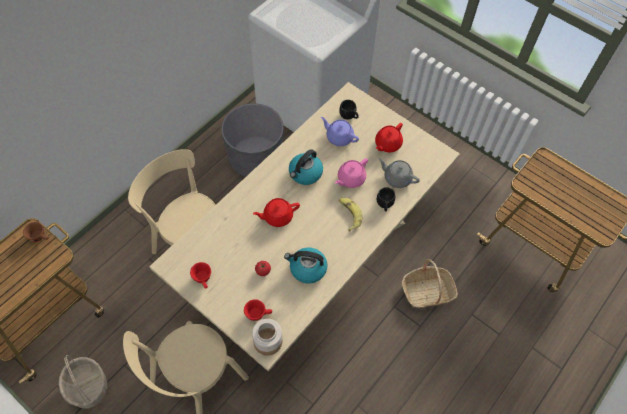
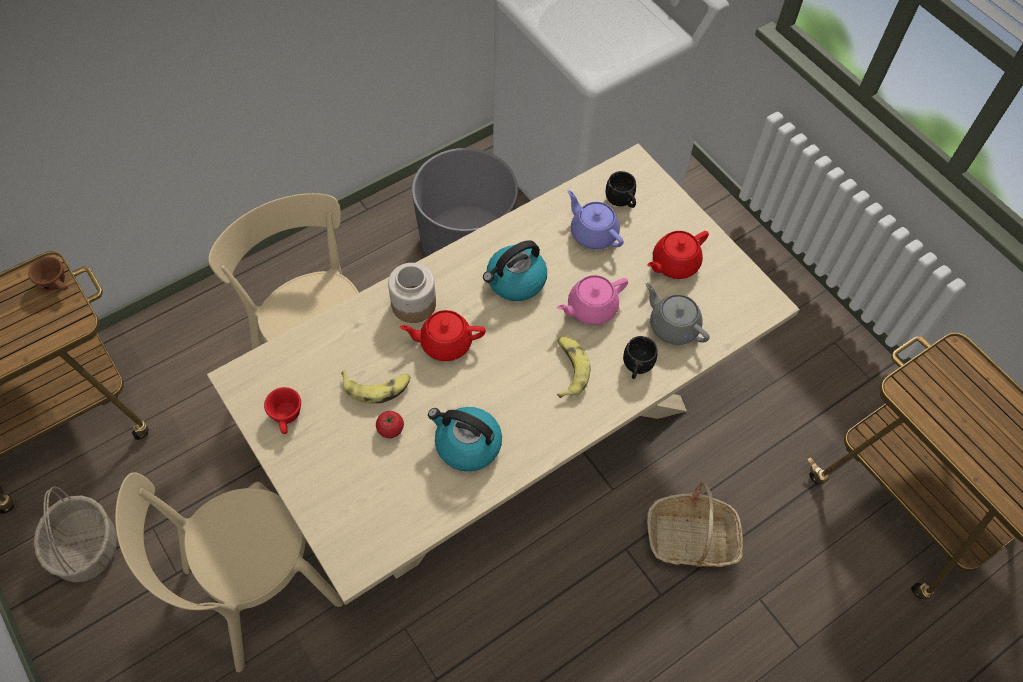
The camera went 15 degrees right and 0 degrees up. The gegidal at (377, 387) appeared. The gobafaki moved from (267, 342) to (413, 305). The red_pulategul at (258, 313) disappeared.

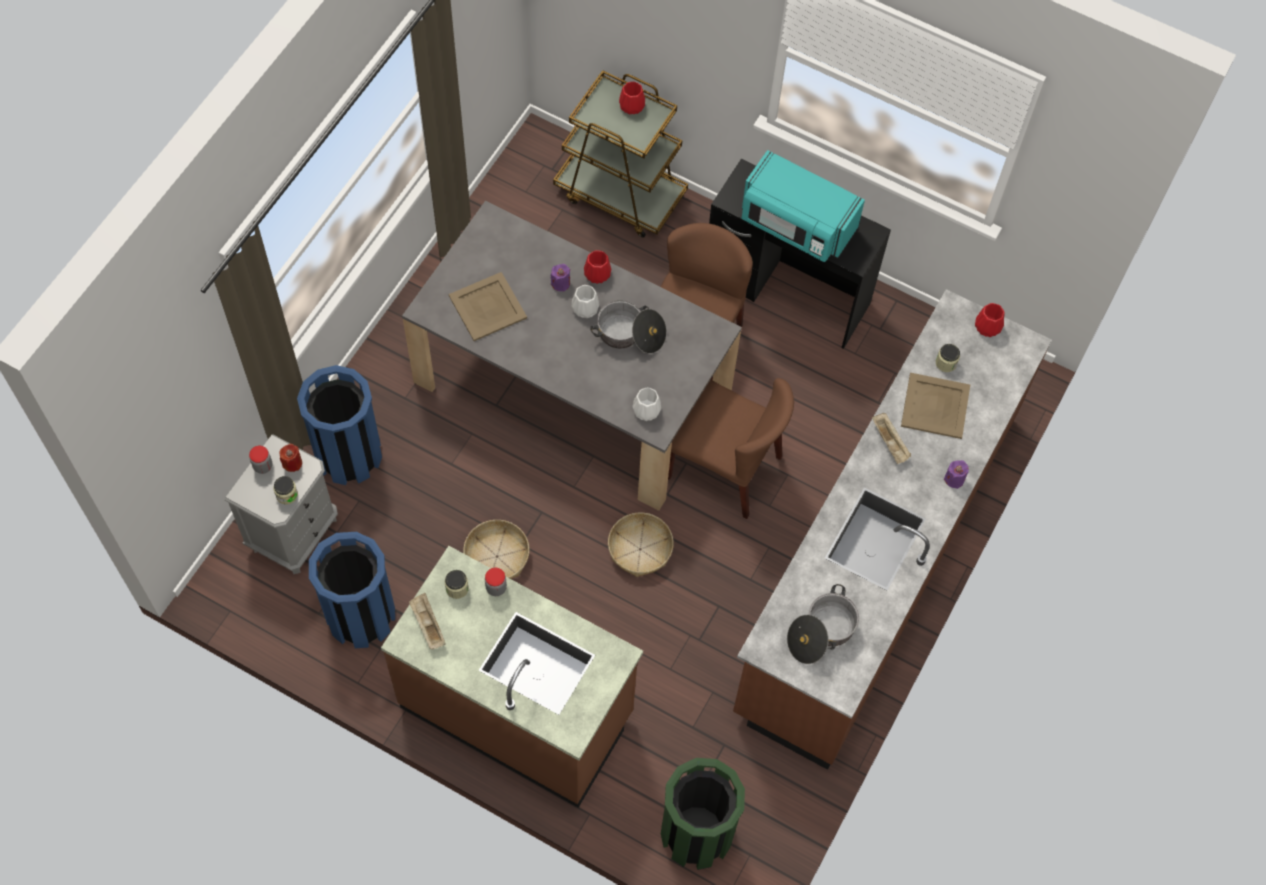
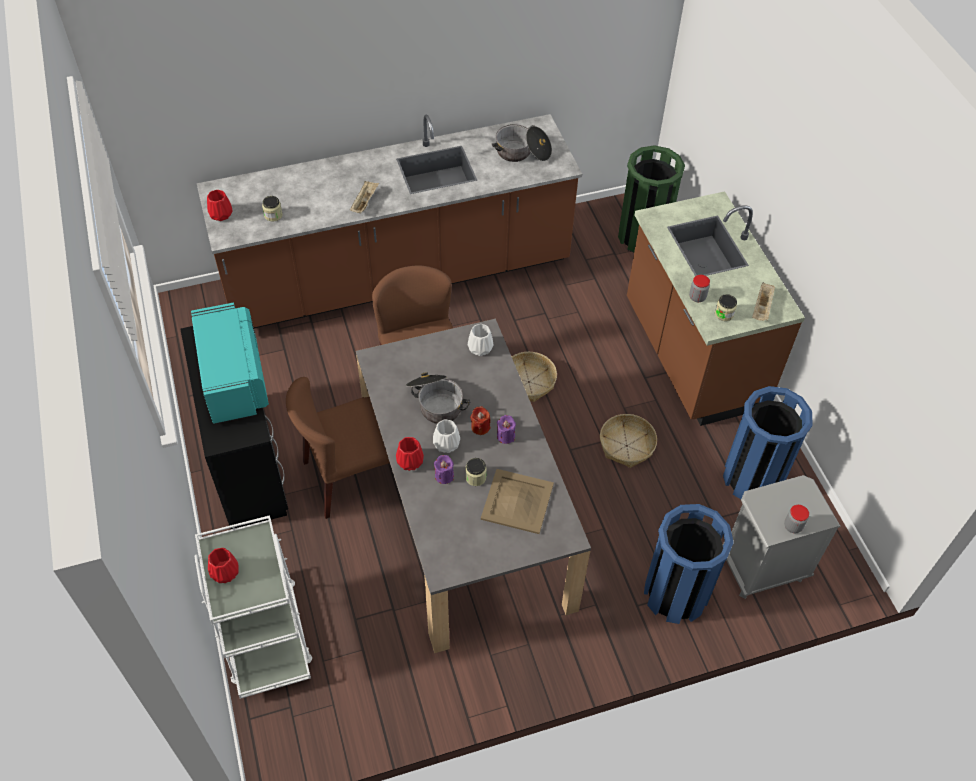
The camera went 135 degrees left and 10 degrees down. The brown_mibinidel at (620, 194) became the white_mibinidel at (265, 634). The gobafaki moved from (287, 494) to (475, 477). The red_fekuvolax moved from (292, 463) to (480, 427). The purple_fekuvolax moved from (954, 479) to (505, 436). The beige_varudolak at (936, 405) disappeared.

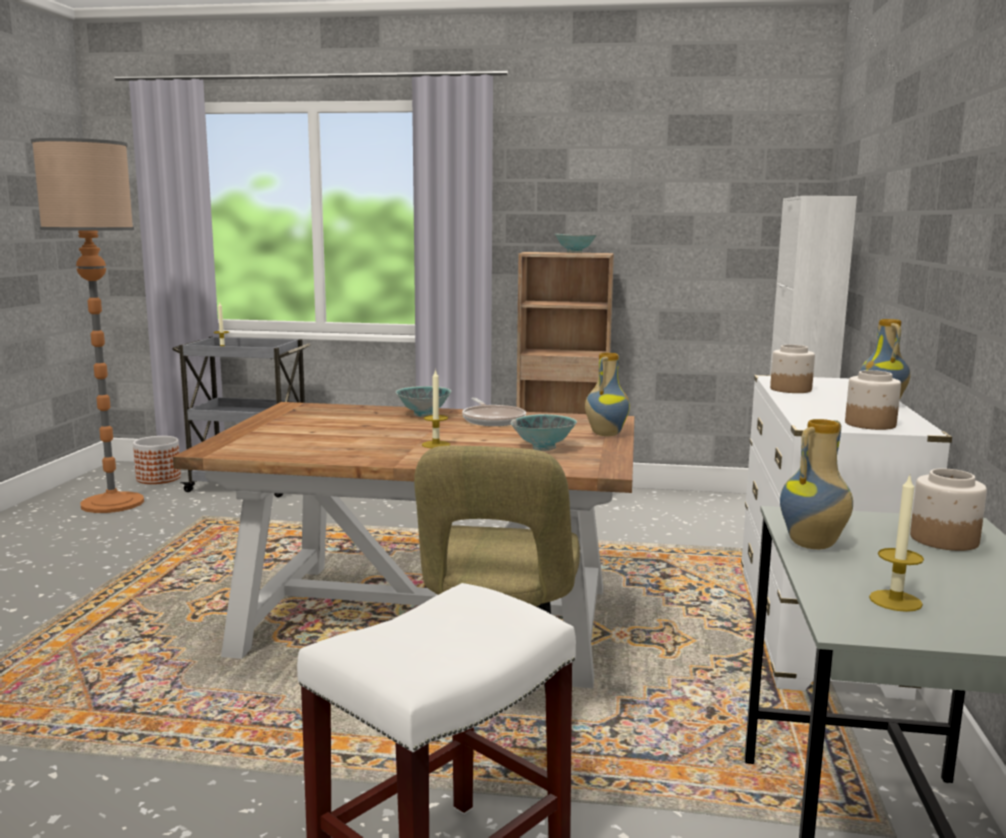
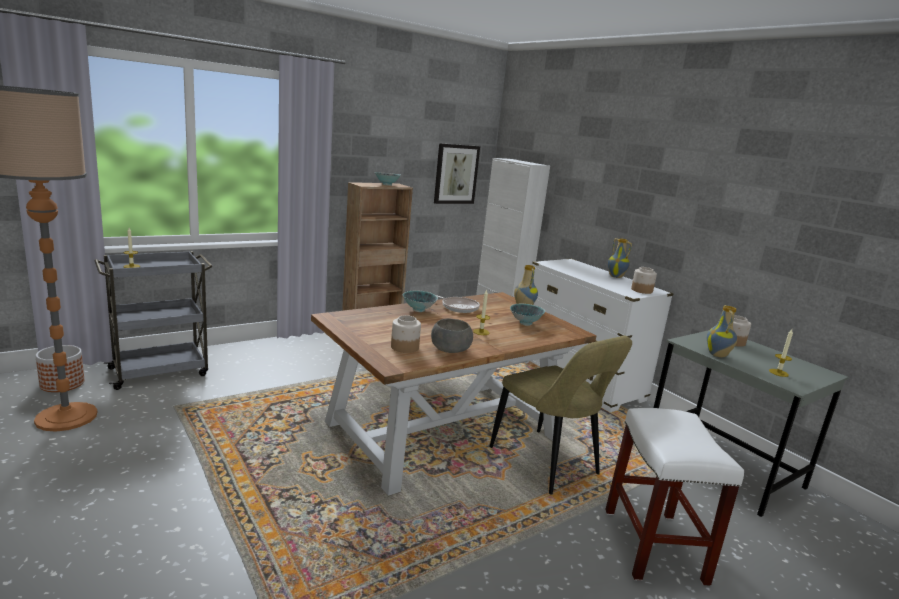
The camera went 45 degrees left and 5 degrees up. The gobafaki moved from (790, 389) to (404, 347). The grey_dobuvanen at (450, 349) appeared. The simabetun at (456, 174) appeared.

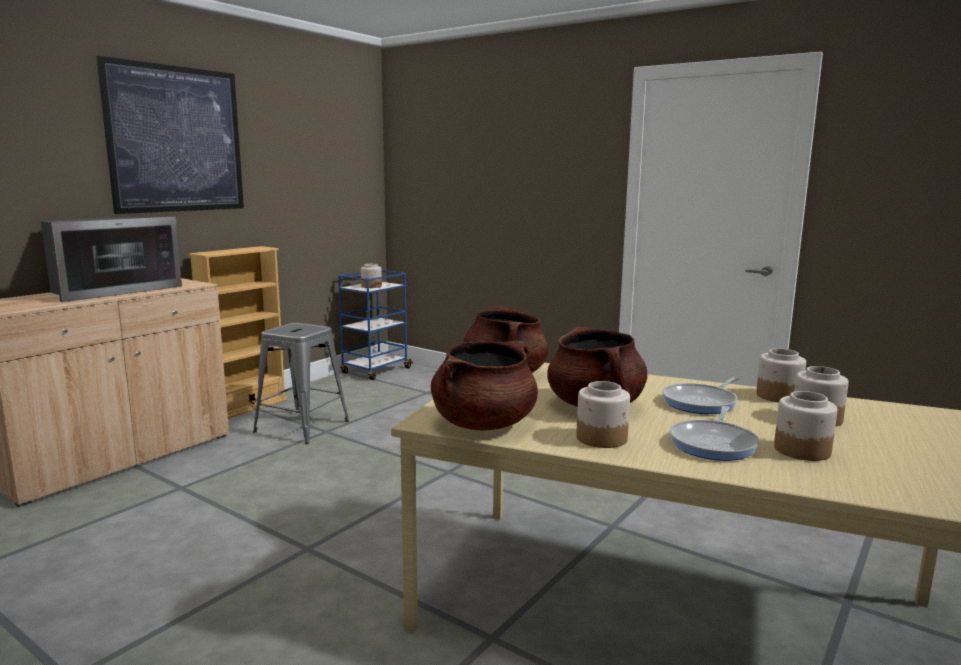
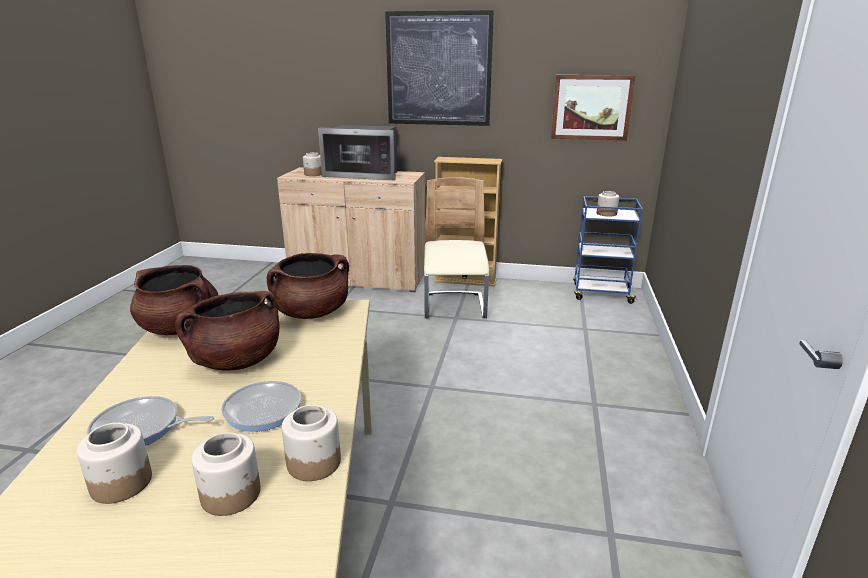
The camera went 65 degrees right and 10 degrees up. The gobafaki moved from (602, 438) to (314, 174). The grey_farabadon at (302, 426) was replaced by the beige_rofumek at (454, 307). The simabetun at (591, 107) appeared.

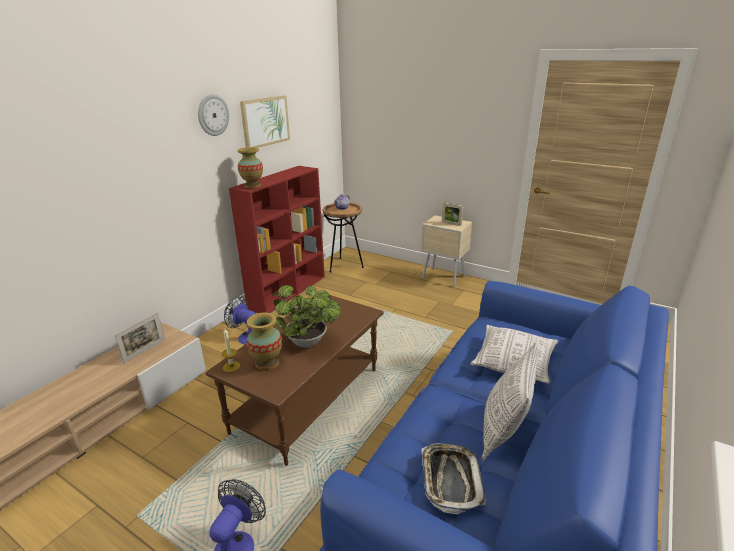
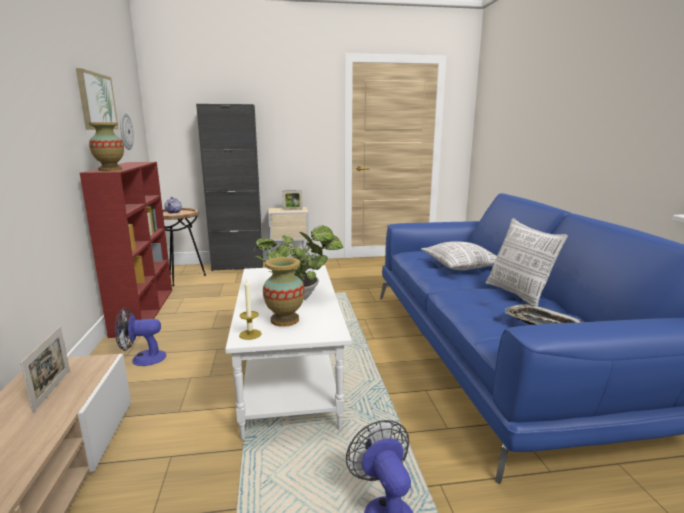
The camera went 40 degrees left and 10 degrees down. The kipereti moved from (213, 115) to (125, 131). The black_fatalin at (238, 266) appeared. The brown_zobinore at (308, 400) became the white_zobinore at (290, 377).

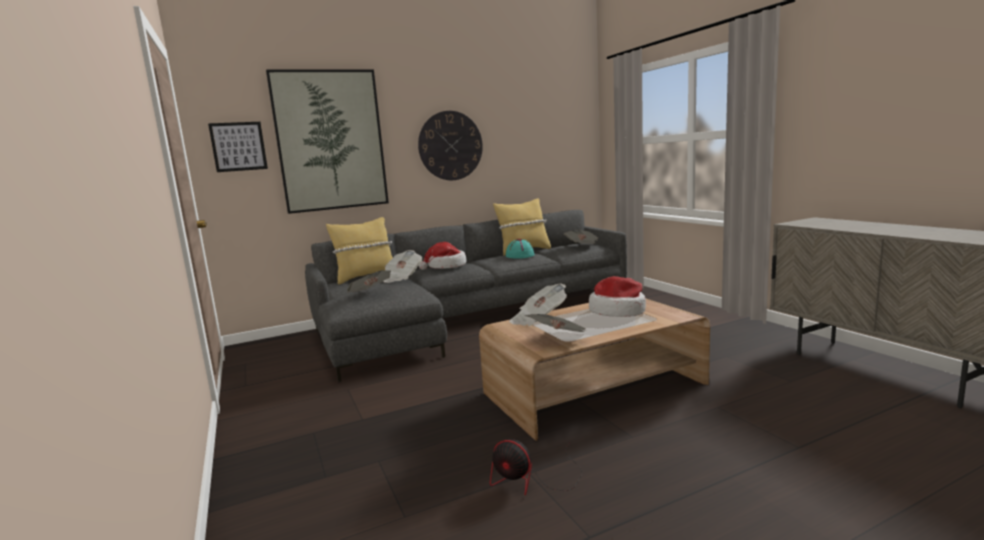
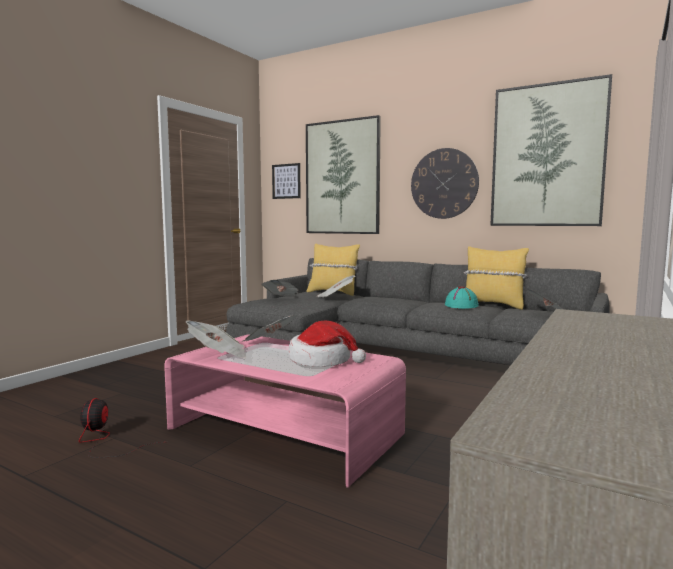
The camera went 55 degrees right and 5 degrees down. The brown_zobinore at (594, 388) became the pink_zobinore at (284, 431). The simabetun at (547, 156) appeared. The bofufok at (446, 266) disappeared.

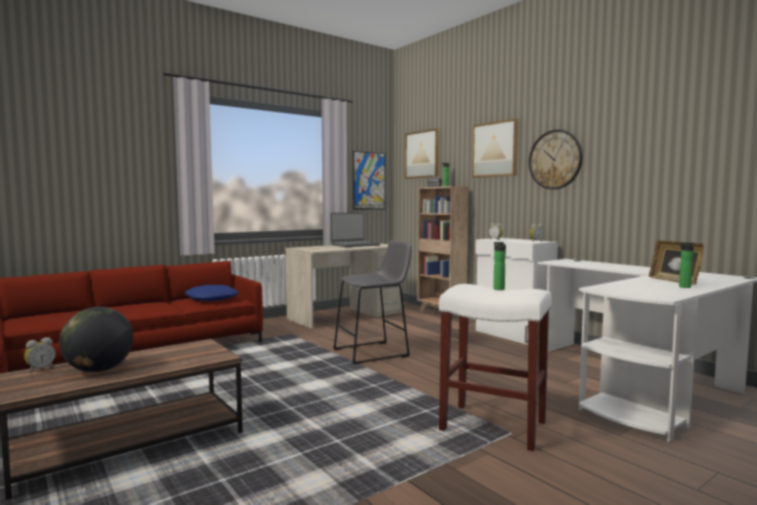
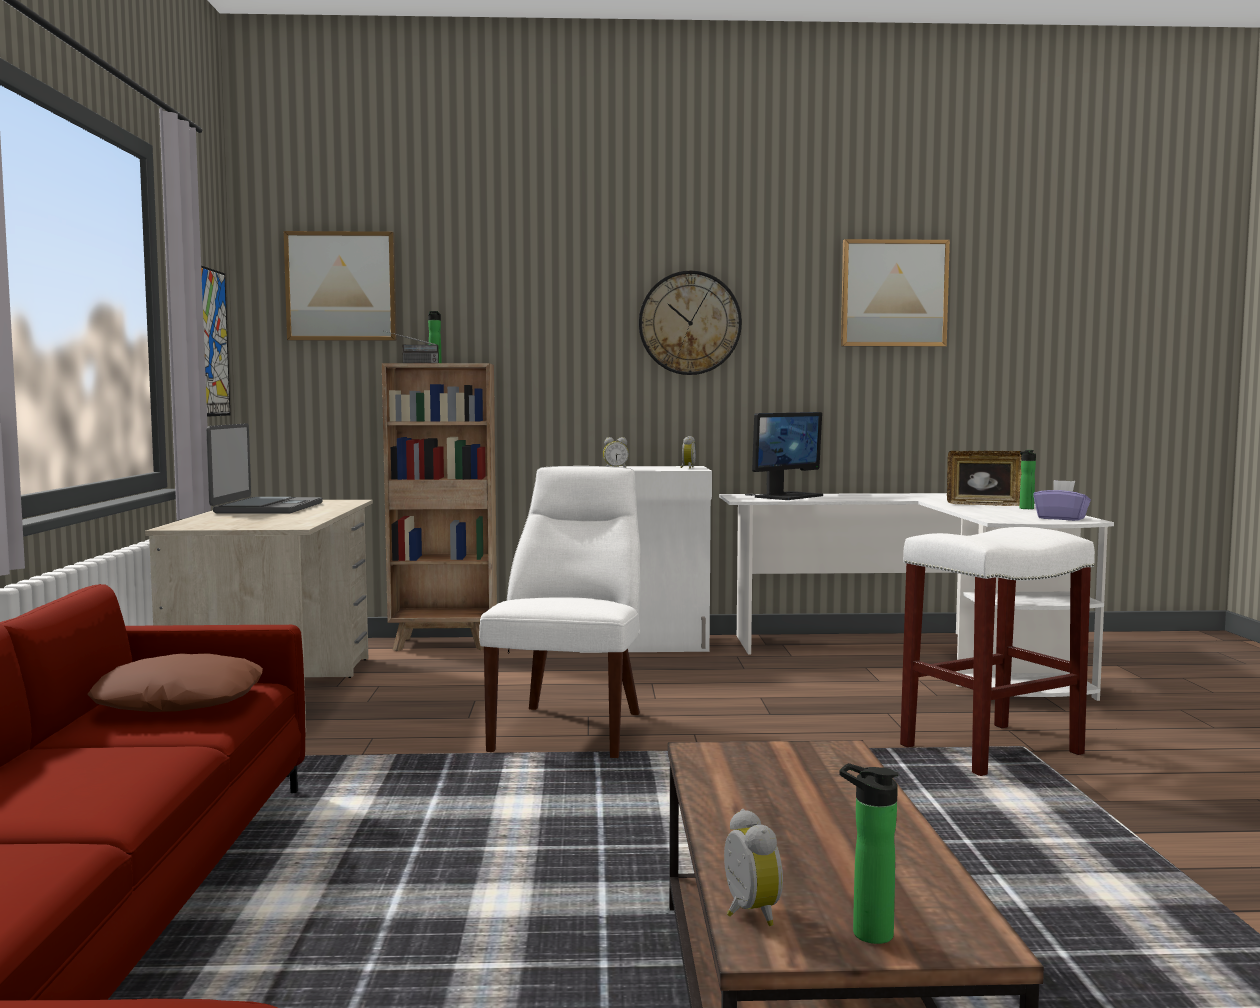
The camera went 55 degrees left and 0 degrees up. The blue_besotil at (212, 298) became the brown_besotil at (180, 701). The grey_farabadon at (375, 352) was replaced by the white_rofumek at (571, 728). The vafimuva at (788, 496) appeared. The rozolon moved from (498, 289) to (866, 932). The simabetun moved from (495, 149) to (893, 293). The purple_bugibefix at (1061, 518) appeared. The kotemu at (99, 370) disappeared.

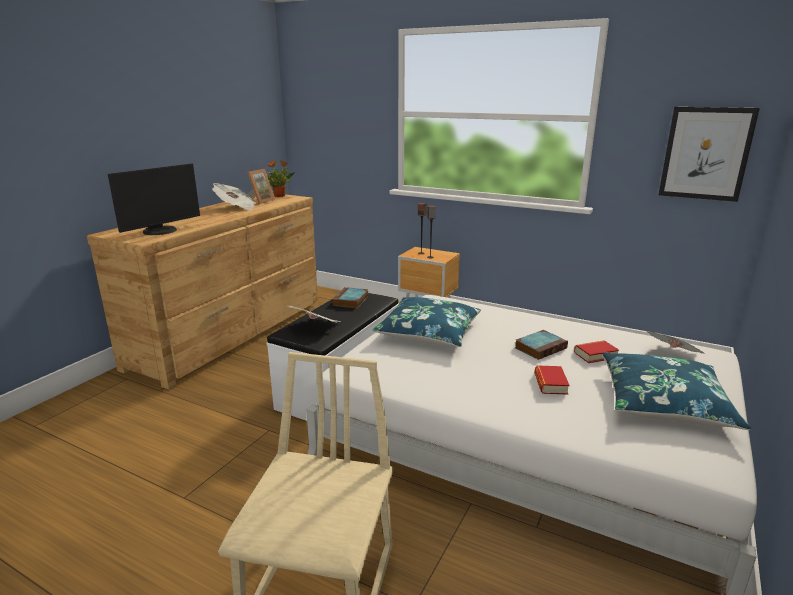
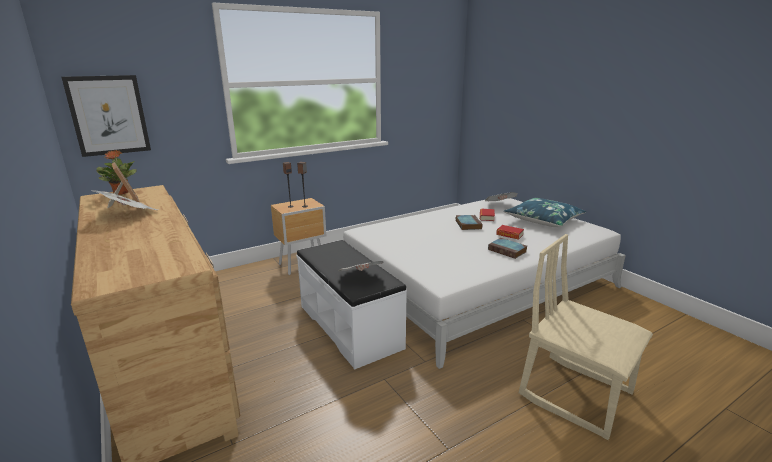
The camera went 60 degrees left and 0 degrees up. The simabetun moved from (706, 153) to (109, 115). The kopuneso moved from (350, 301) to (508, 251). The vafimuva at (161, 231) disappeared. The blue_besotil at (429, 332) disappeared.

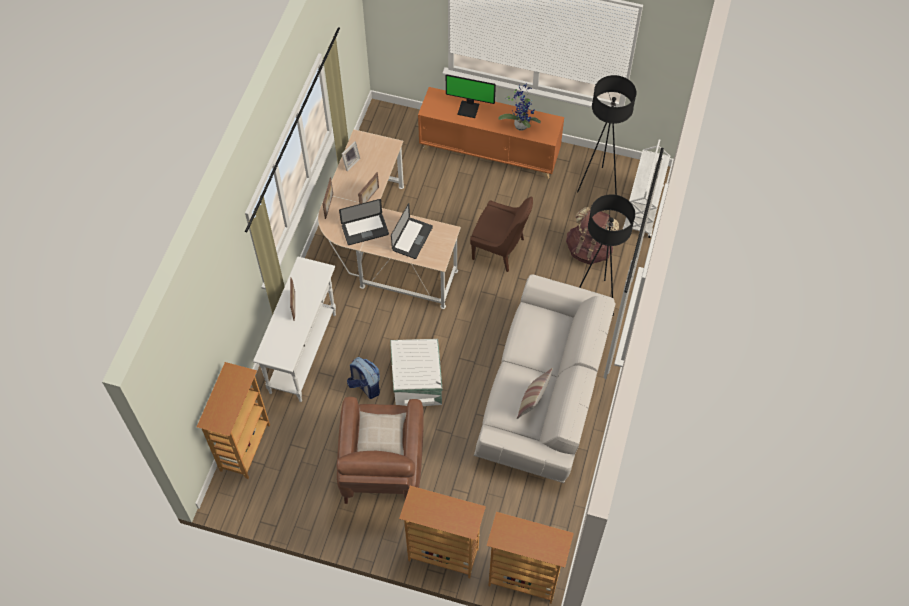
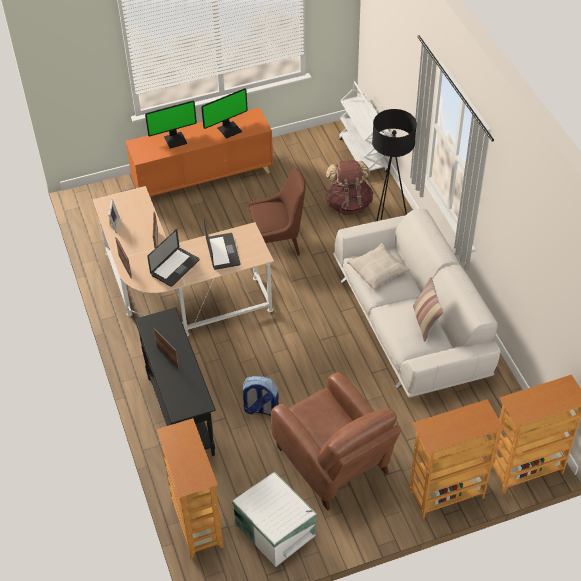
The camera went 35 degrees left and 10 degrees down. The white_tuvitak at (303, 352) became the black_tuvitak at (181, 415). The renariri at (520, 124) was replaced by the vafimuva at (229, 129). The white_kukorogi moved from (418, 381) to (275, 528). The beige_besotil moved from (382, 436) to (378, 270). The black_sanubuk at (599, 185) disappeared.

